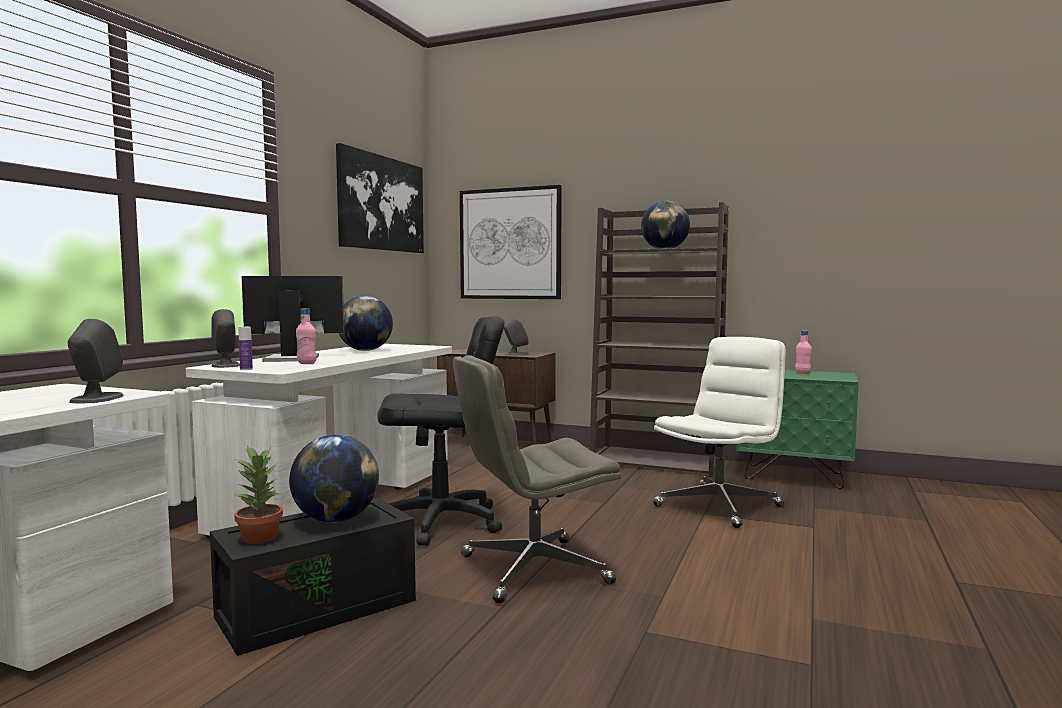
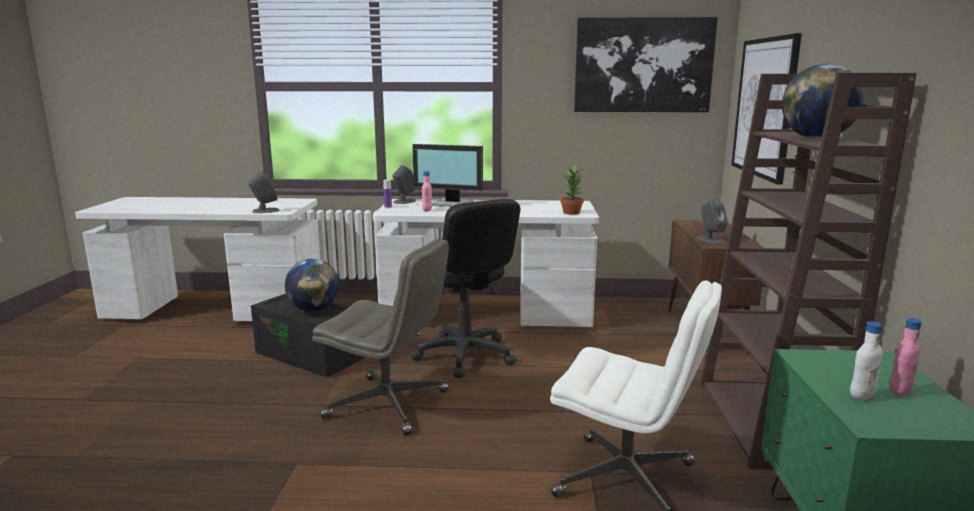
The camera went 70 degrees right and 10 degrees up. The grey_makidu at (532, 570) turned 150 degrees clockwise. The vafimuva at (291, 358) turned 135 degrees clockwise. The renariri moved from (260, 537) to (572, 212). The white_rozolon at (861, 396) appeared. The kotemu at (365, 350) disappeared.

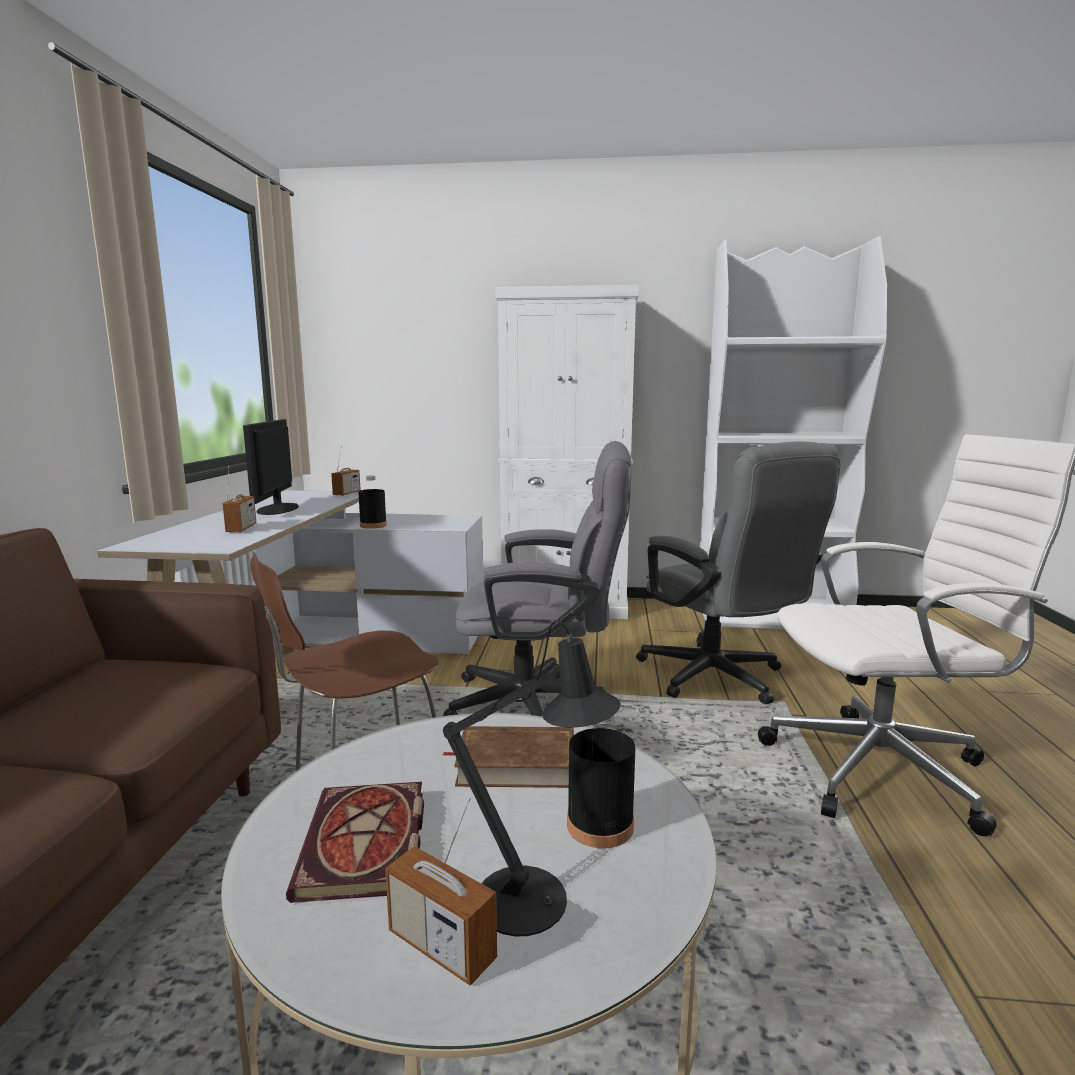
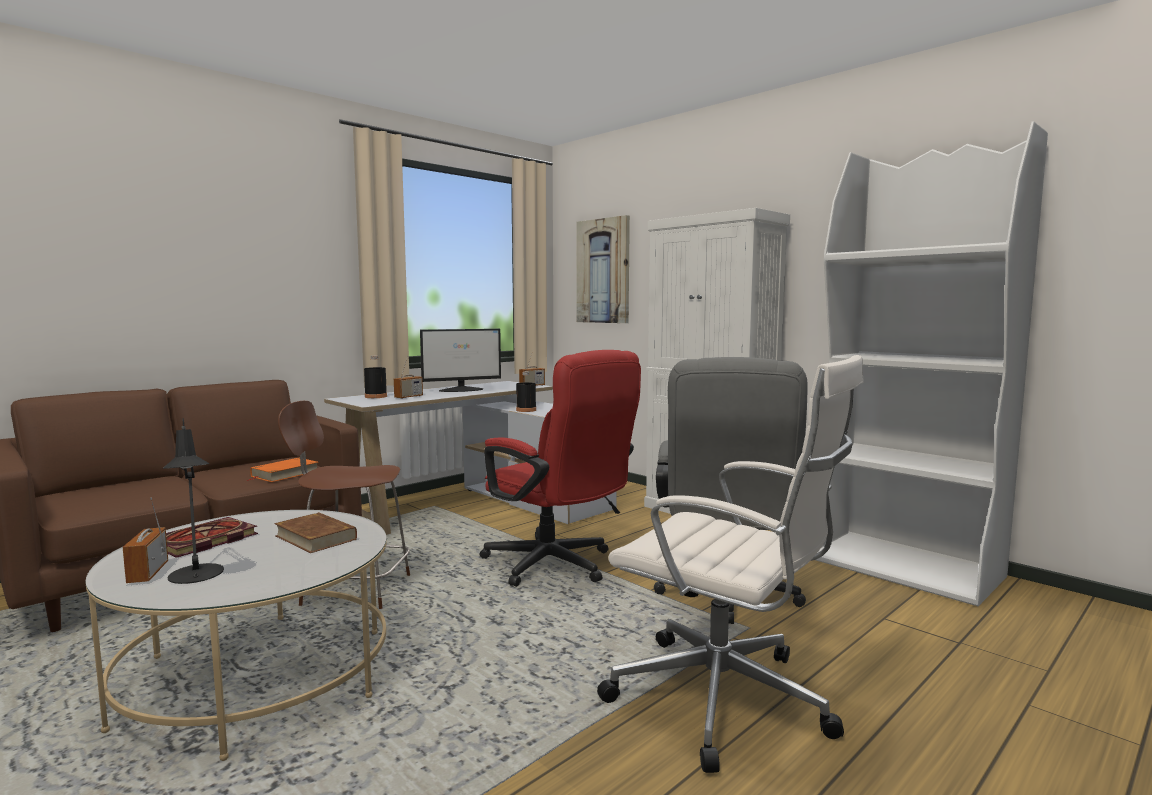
The camera went 40 degrees right and 5 degrees down. The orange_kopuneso at (285, 474) appeared. The black_rozolon moved from (600, 825) to (376, 396). The vafimuva at (277, 509) turned 150 degrees counterclockwise. The grey_makidu at (542, 703) became the red_makidu at (557, 566). The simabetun at (603, 271) appeared.

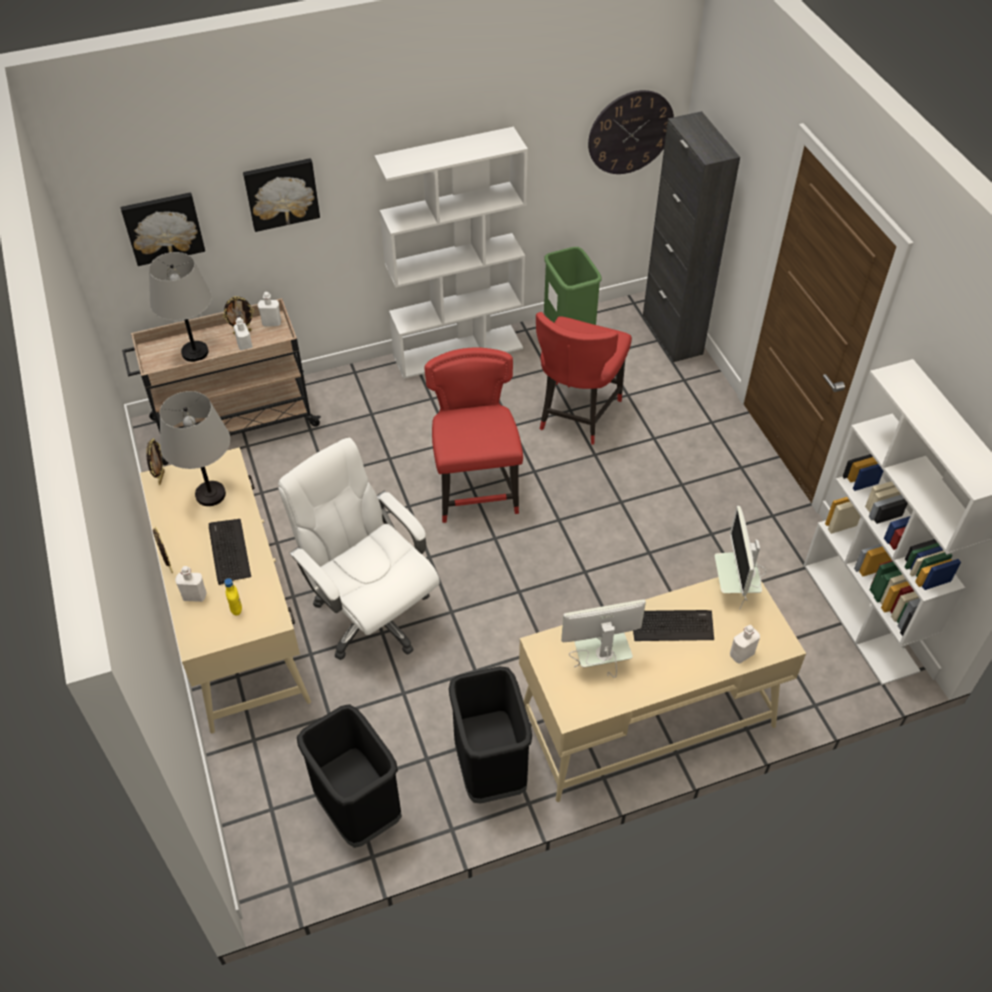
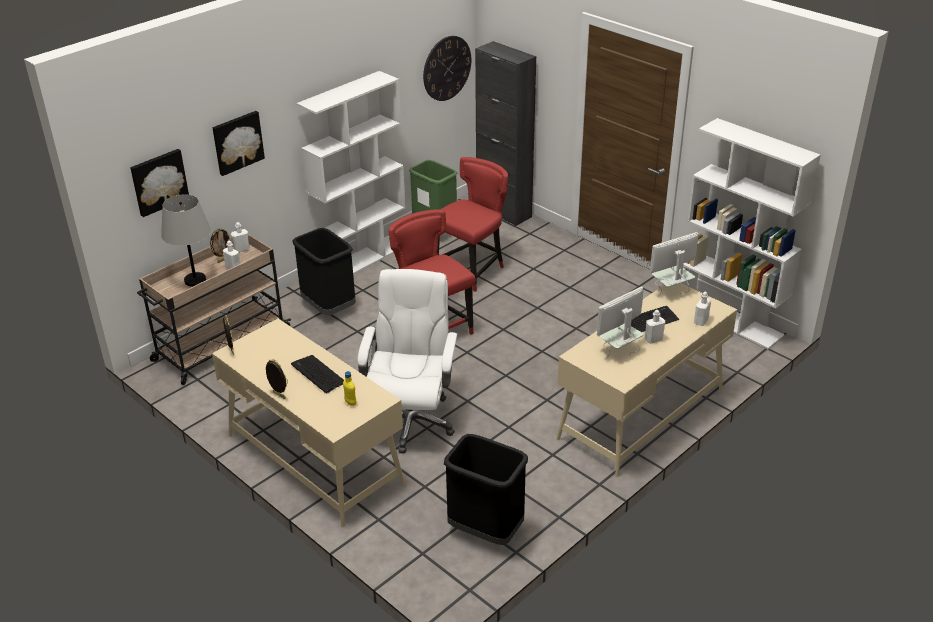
The camera went 25 degrees left and 15 degrees down. The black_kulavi moved from (489, 769) to (328, 308). The white_makidu at (371, 614) turned 75 degrees clockwise. The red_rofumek at (576, 414) turned 135 degrees counterclockwise. The white_rozolon moved from (194, 596) to (653, 339). The vafimuva at (735, 588) turned 90 degrees clockwise. The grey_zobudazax at (210, 494) disappeared.

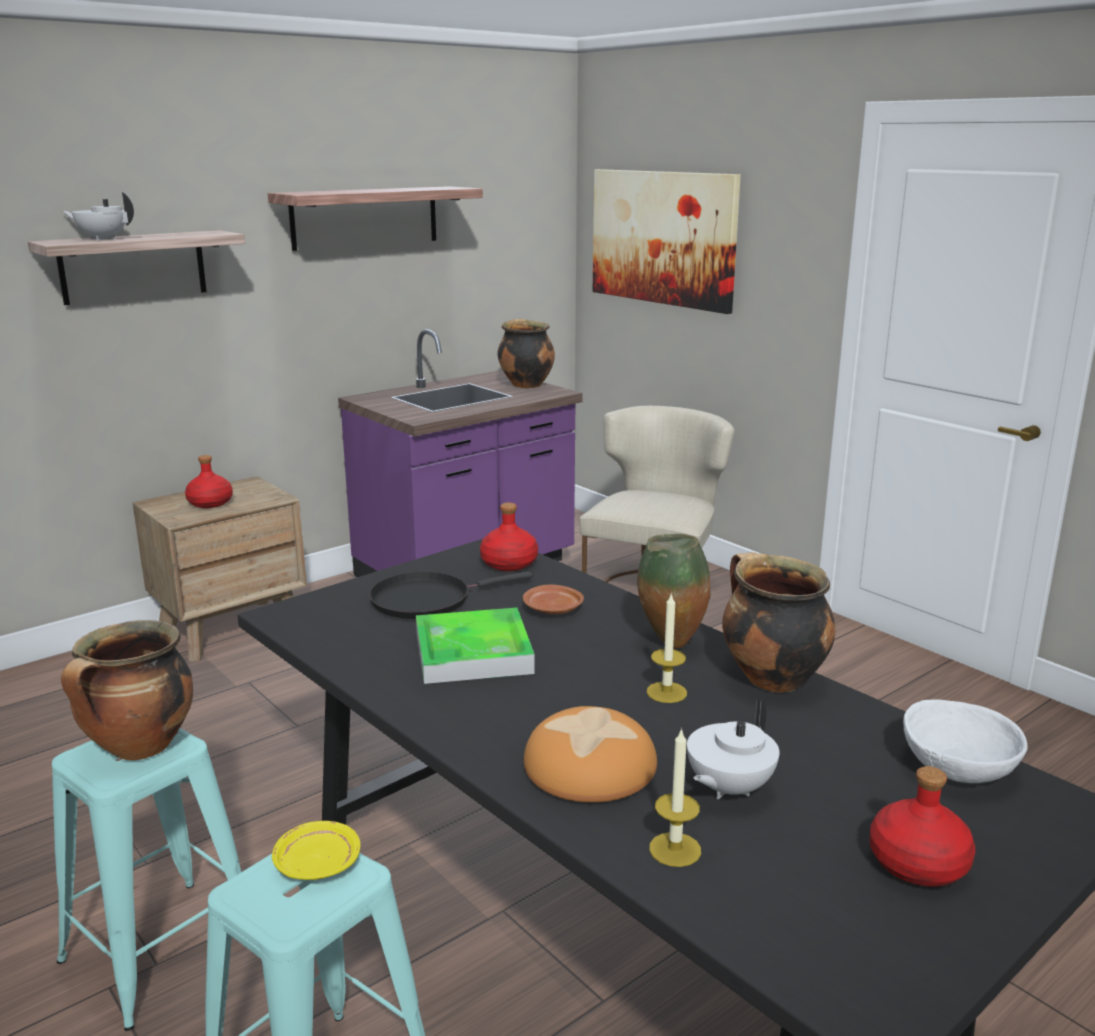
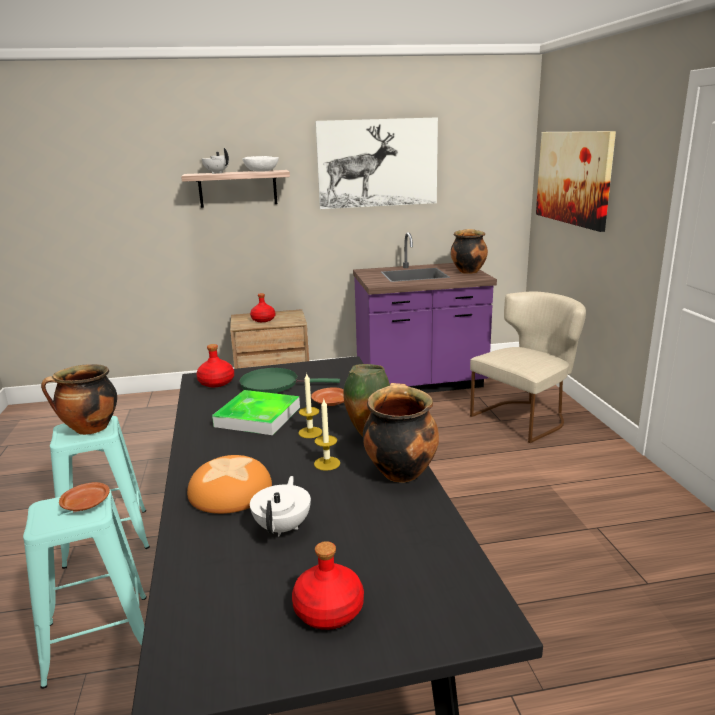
The camera went 30 degrees right and 0 degrees up. The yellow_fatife at (317, 863) became the brown_fatife at (86, 503). The red_rozolon moved from (509, 563) to (216, 382). The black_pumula at (427, 600) became the green_pumula at (274, 384). The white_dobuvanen moved from (957, 766) to (261, 171). The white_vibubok at (728, 788) turned 120 degrees clockwise. The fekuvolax moved from (675, 849) to (310, 432). The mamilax at (365, 217) was replaced by the simabetun at (377, 163).

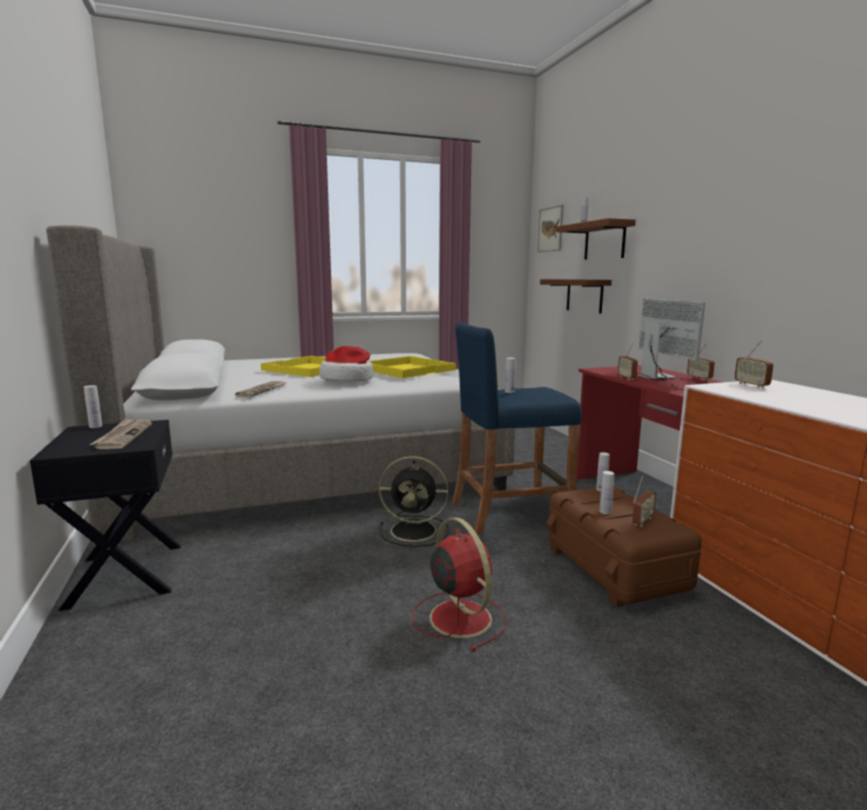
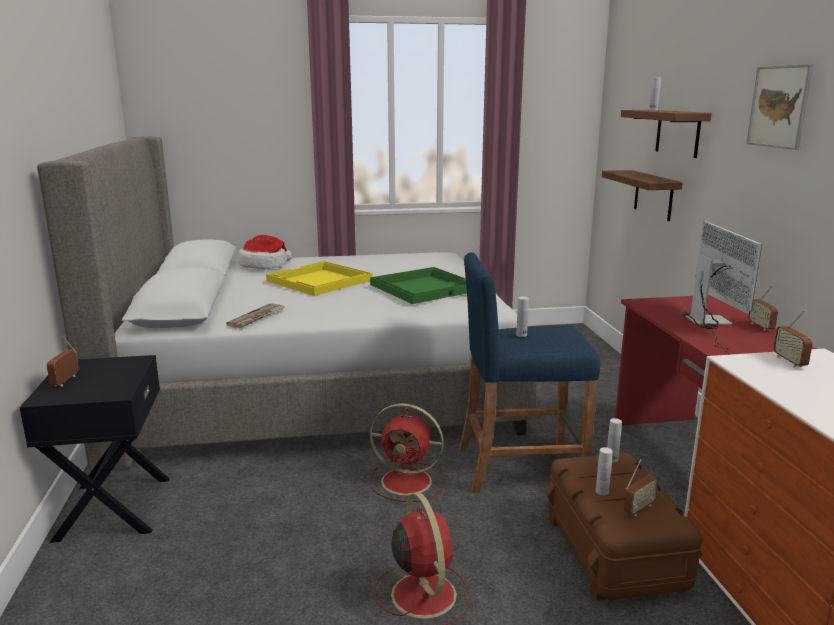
The camera went 10 degrees right and 5 degrees up. The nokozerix moved from (626, 378) to (66, 381). The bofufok moved from (348, 379) to (264, 265). The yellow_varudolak at (407, 369) became the green_varudolak at (424, 287). The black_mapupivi at (415, 531) became the red_mapupivi at (409, 482). The simabetun moved from (550, 229) to (779, 106). The white_rozolon at (95, 426) disappeared. The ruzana at (123, 436) disappeared.

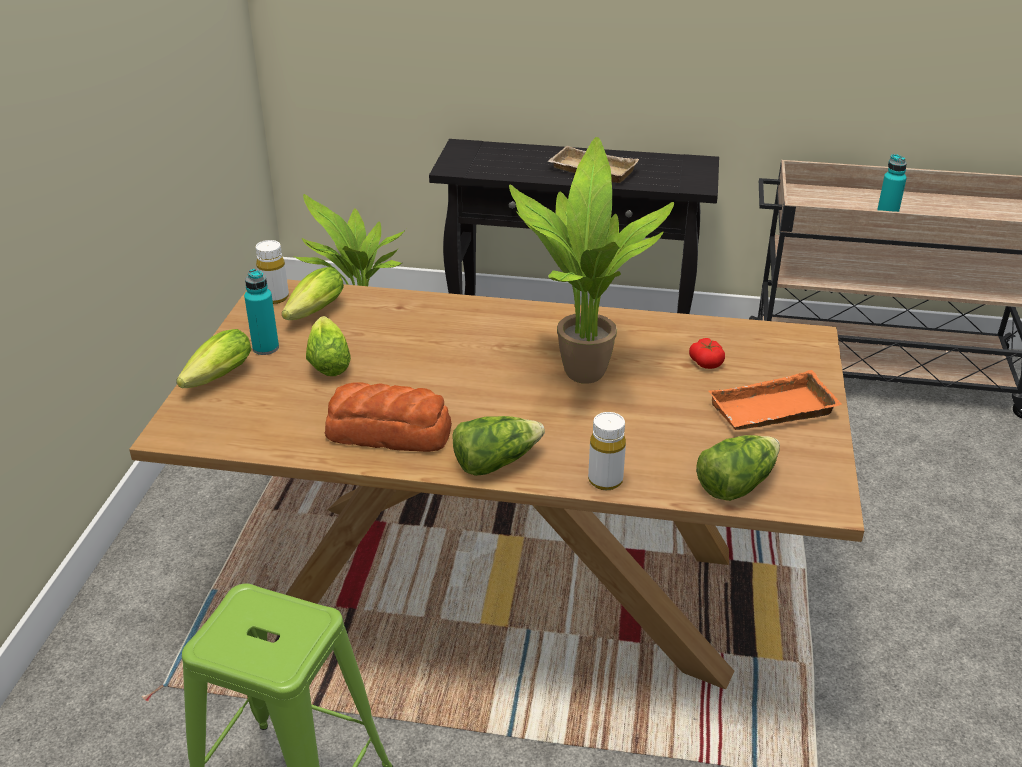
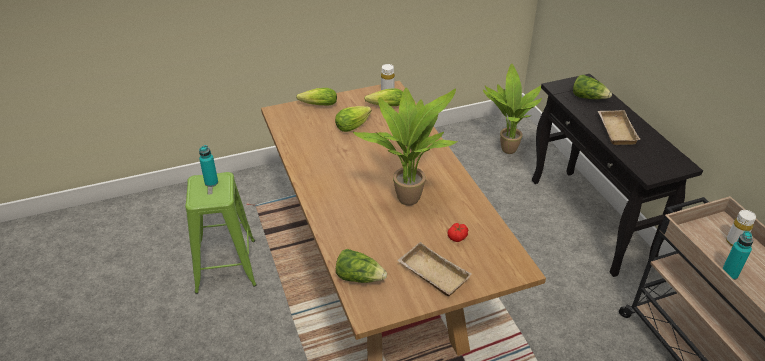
The camera went 60 degrees right and 5 degrees up. The turquoise_rozolon moved from (265, 348) to (211, 182). The orange_varudolak at (772, 412) became the beige_varudolak at (431, 274). The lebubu moved from (495, 462) to (588, 97). The white_rozolon moved from (605, 480) to (734, 242). The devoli at (390, 432) disappeared.

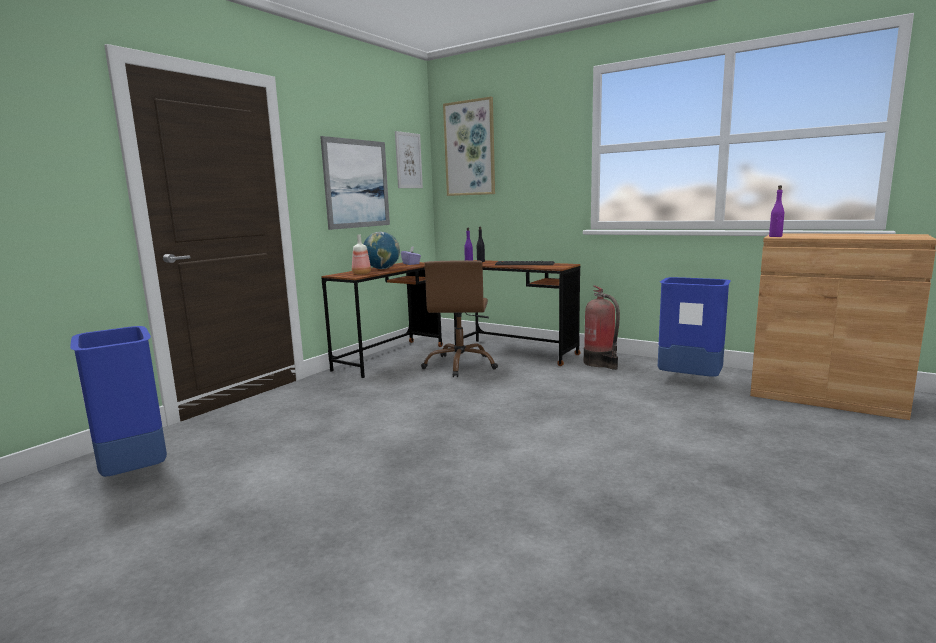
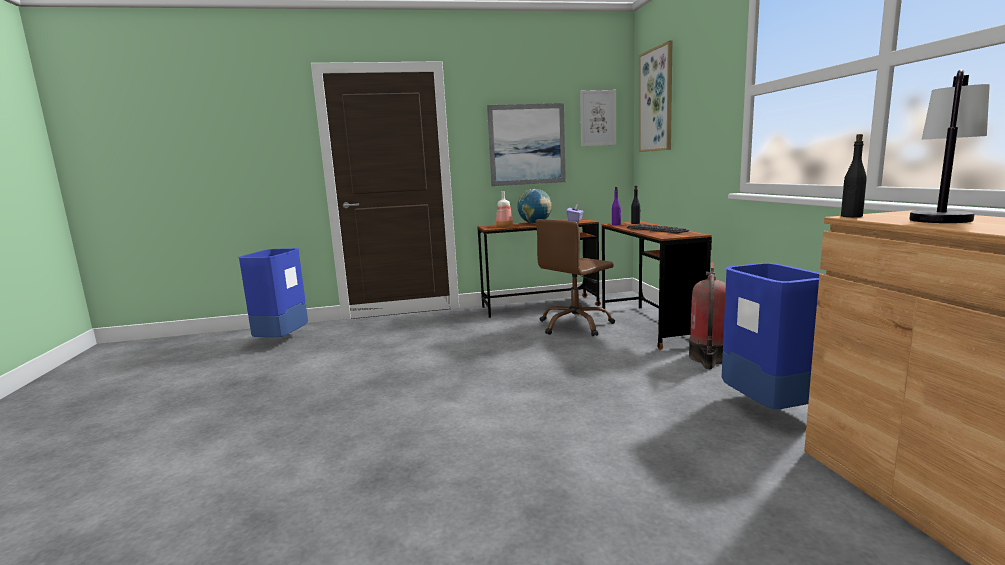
The camera went 45 degrees right and 0 degrees up. The purple_rozolon at (775, 236) became the black_rozolon at (851, 216). The zobudazax at (940, 218) appeared.

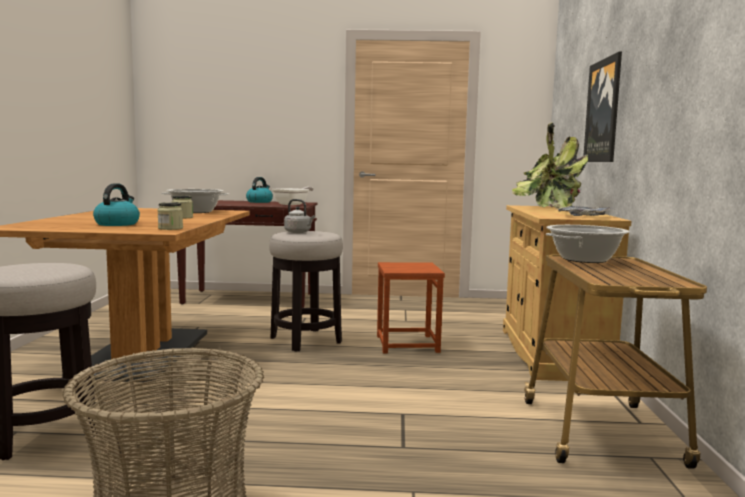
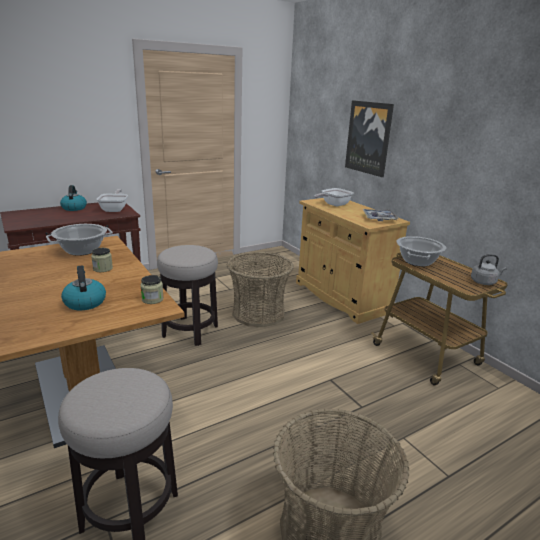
The camera went 35 degrees left and 15 degrees up. The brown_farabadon at (406, 344) was replaced by the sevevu at (258, 313). The renariri at (546, 208) was replaced by the pumula at (333, 205). The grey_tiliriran moved from (299, 232) to (484, 282).

